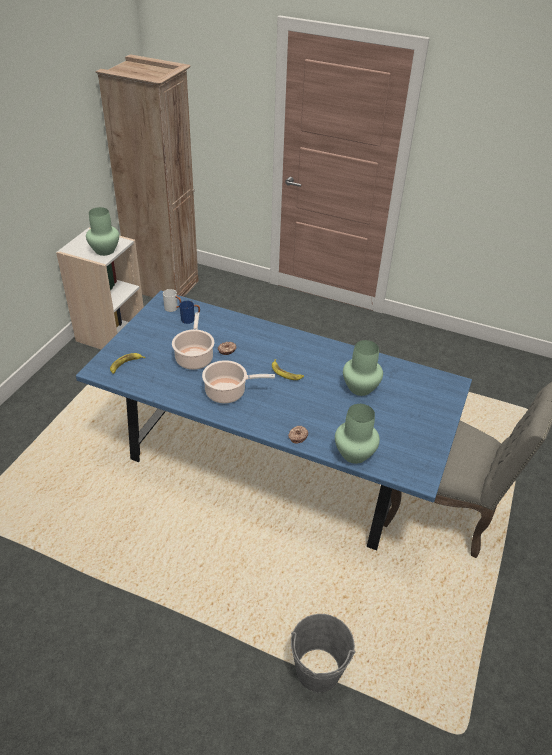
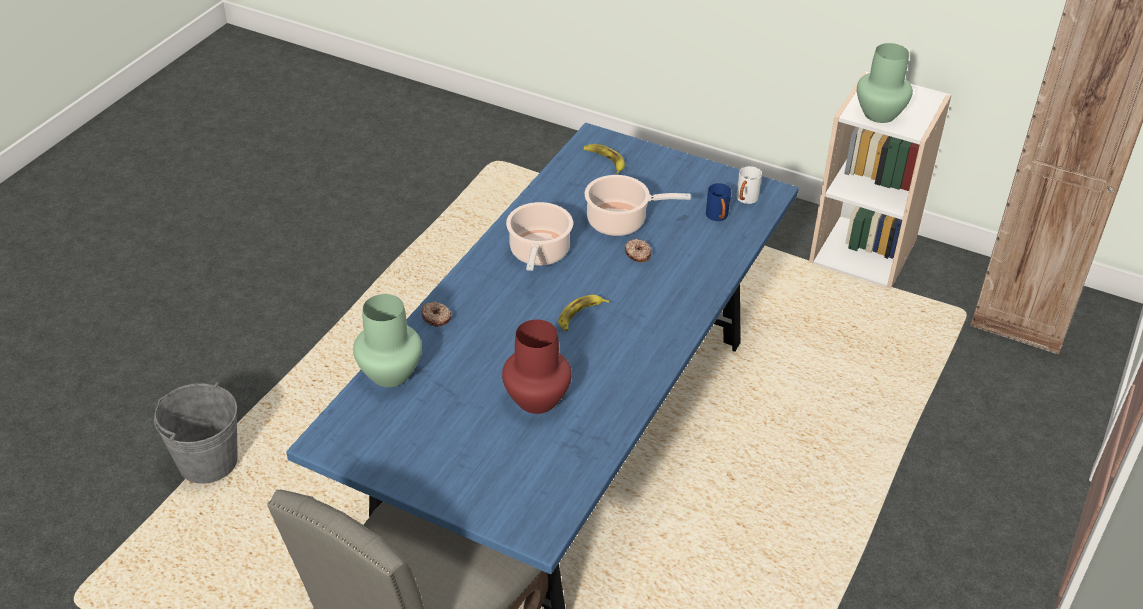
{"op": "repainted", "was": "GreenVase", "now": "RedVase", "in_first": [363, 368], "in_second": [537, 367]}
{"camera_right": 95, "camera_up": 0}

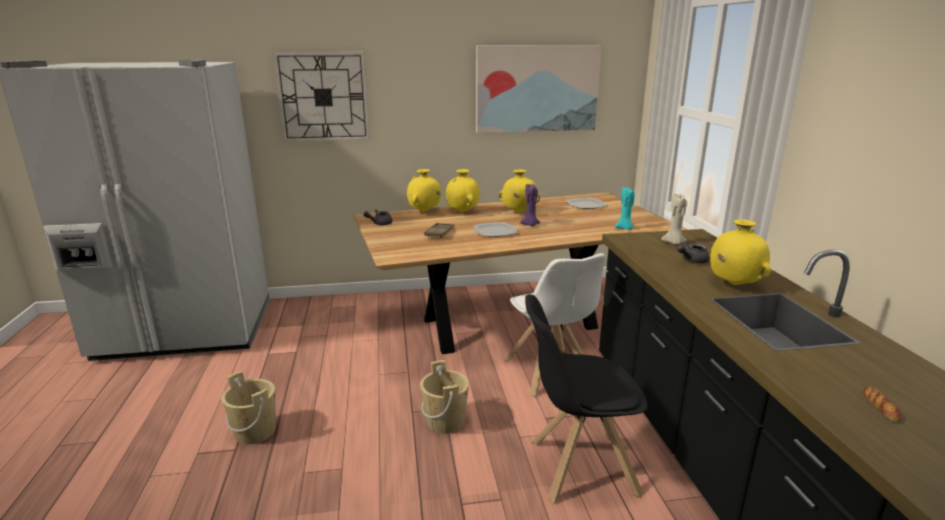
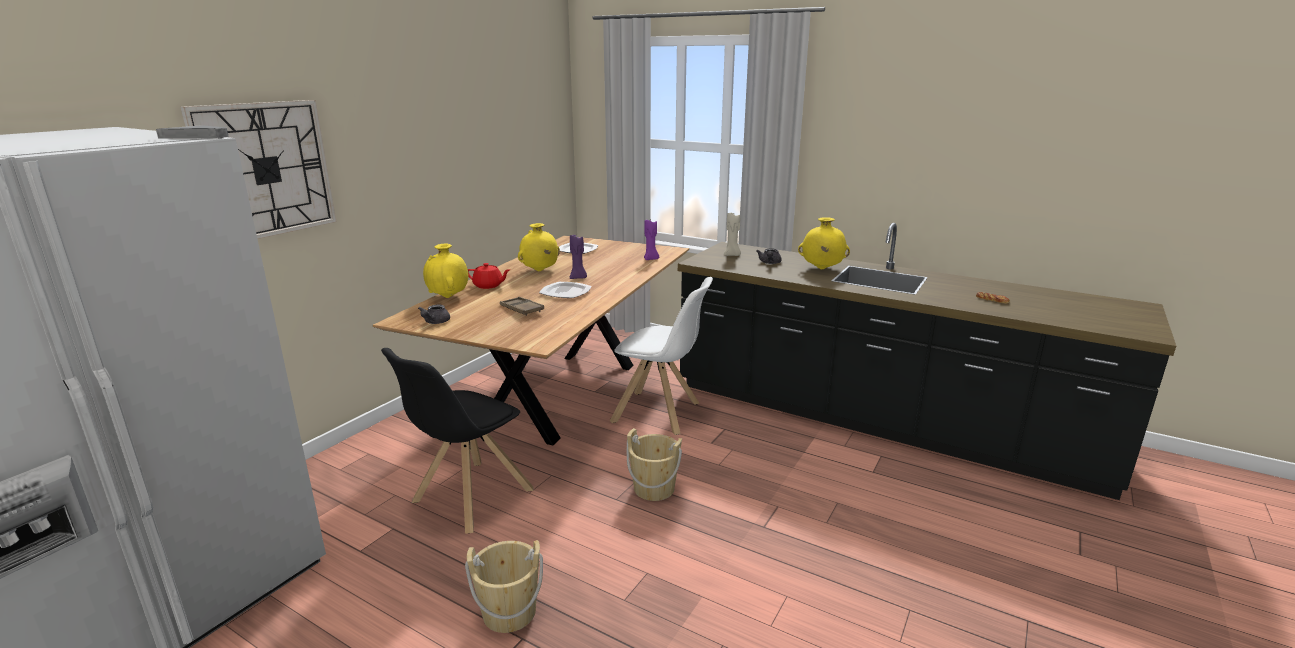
{"op": "shifted", "was": "BlackChair", "in_first": [586, 399], "in_second": [457, 441]}
{"op": "swapped", "was": "YellowVase", "now": "RedTeapot", "in_first": [463, 191], "in_second": [488, 276]}
{"op": "repainted", "was": "TurquoiseCandle", "now": "PurpleCandle", "in_first": [625, 208], "in_second": [651, 240]}
{"op": "gone", "was": "Picture", "in_first": [539, 89]}
{"camera_right": -50, "camera_up": 0}

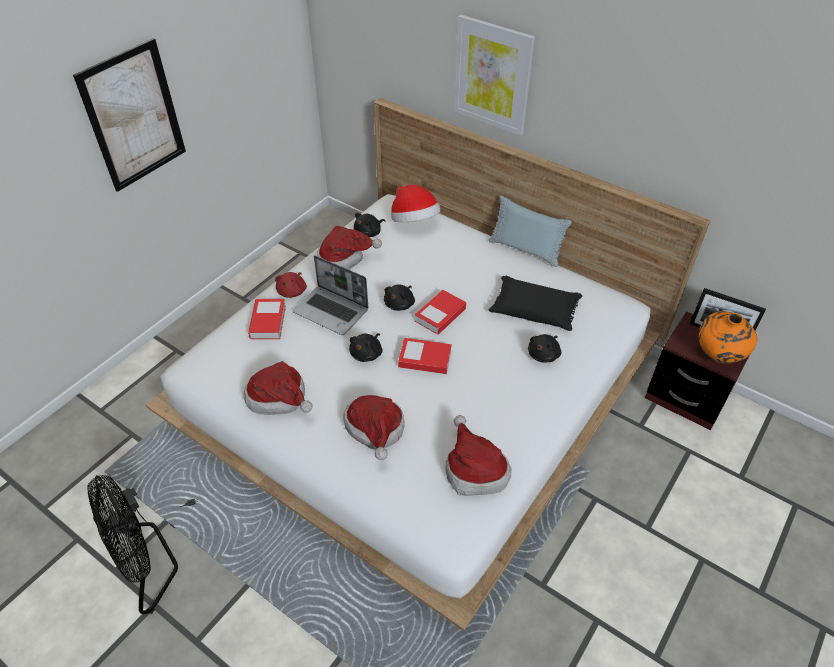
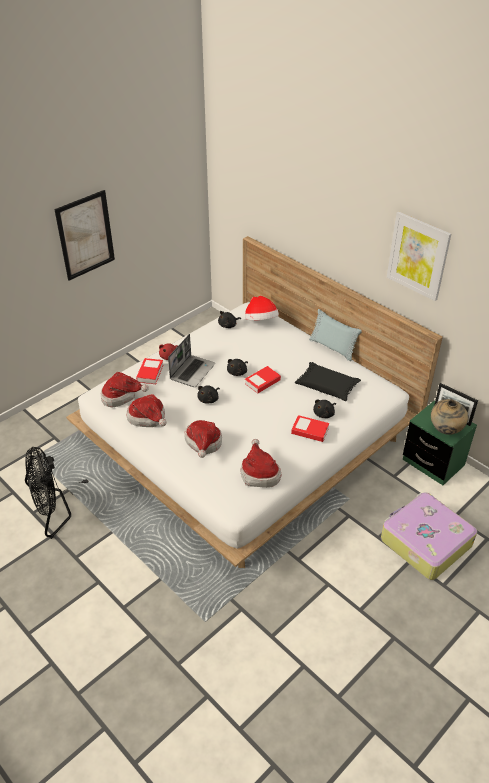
{"op": "shifted", "was": "Hat", "in_first": [349, 248], "in_second": [125, 389]}
{"op": "rotated", "was": "Laptop", "in_first": [330, 295], "in_second": [191, 360], "clockwise": -105}
{"op": "shifted", "was": "Book", "in_first": [425, 356], "in_second": [310, 428]}
{"op": "new", "now": "Suitcase", "in_second": [429, 536]}
{"op": "shifted", "was": "Picture", "in_first": [494, 75], "in_second": [419, 256]}
{"op": "repainted", "was": "BrownNightstand", "now": "GreenNightstand", "in_first": [697, 371], "in_second": [440, 442]}
{"op": "repainted", "was": "OrangeVase", "now": "BeigeVase", "in_first": [728, 337], "in_second": [450, 417]}
{"camera_right": 10, "camera_up": -5}

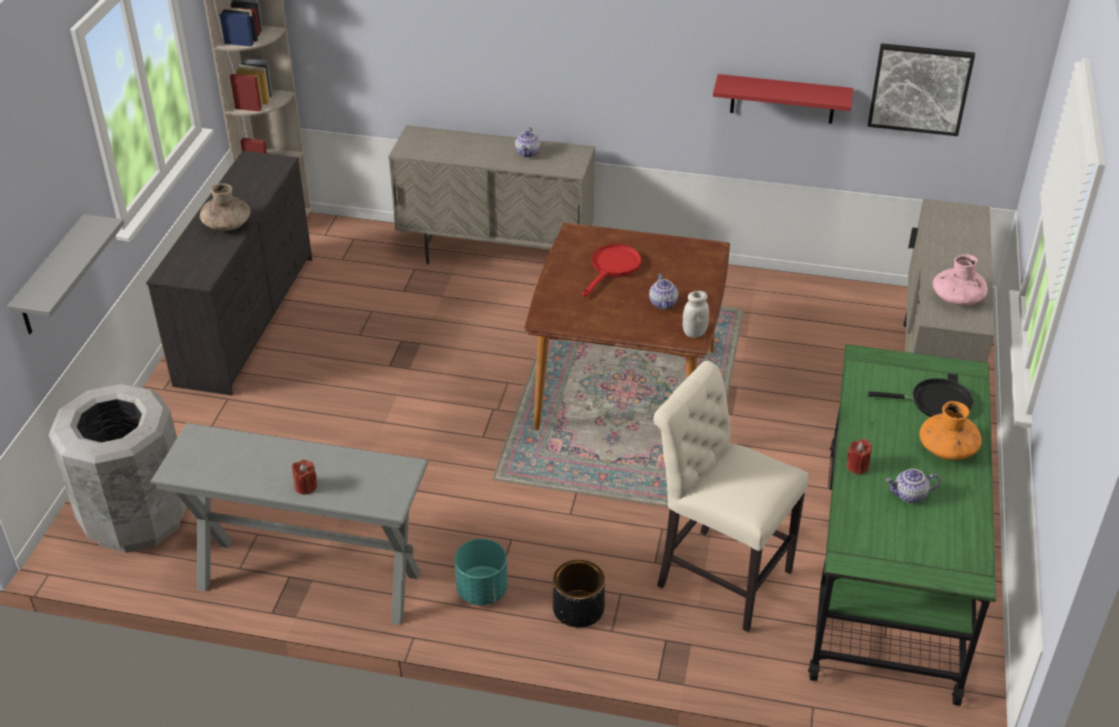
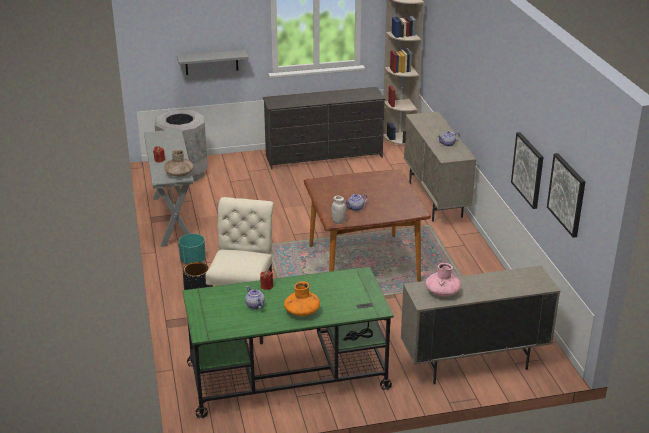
{"op": "shifted", "was": "BrownVase", "in_first": [225, 207], "in_second": [179, 163]}
{"op": "swapped", "was": "RedShelf", "now": "Picture", "in_first": [783, 99], "in_second": [527, 170]}
{"op": "gone", "was": "RedFryingPan", "in_first": [611, 270]}
{"op": "gone", "was": "BlackFryingPan", "in_first": [920, 397]}
{"camera_right": 65, "camera_up": -10}

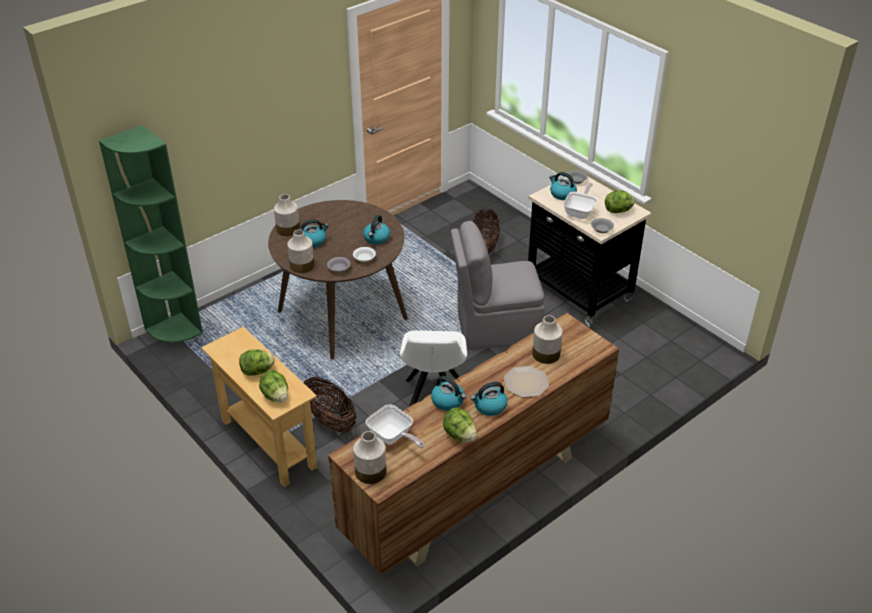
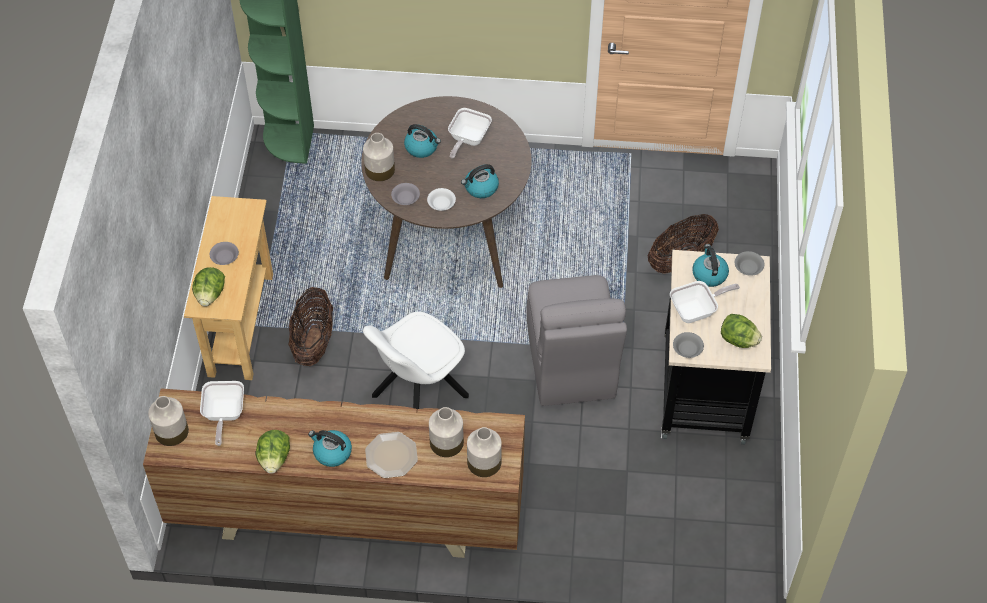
{"op": "swapped", "was": "Lettuce", "now": "GreyBowl", "in_first": [257, 362], "in_second": [224, 253]}
{"op": "new", "now": "FryingPan", "in_second": [470, 133]}
{"op": "shifted", "was": "BeigeVase", "in_first": [287, 215], "in_second": [484, 452]}
{"op": "rotated", "was": "GreyChair", "in_first": [497, 285], "in_second": [577, 340], "clockwise": -135}
{"op": "gone", "was": "Kettle", "in_first": [448, 393]}
{"camera_right": 45, "camera_up": 15}

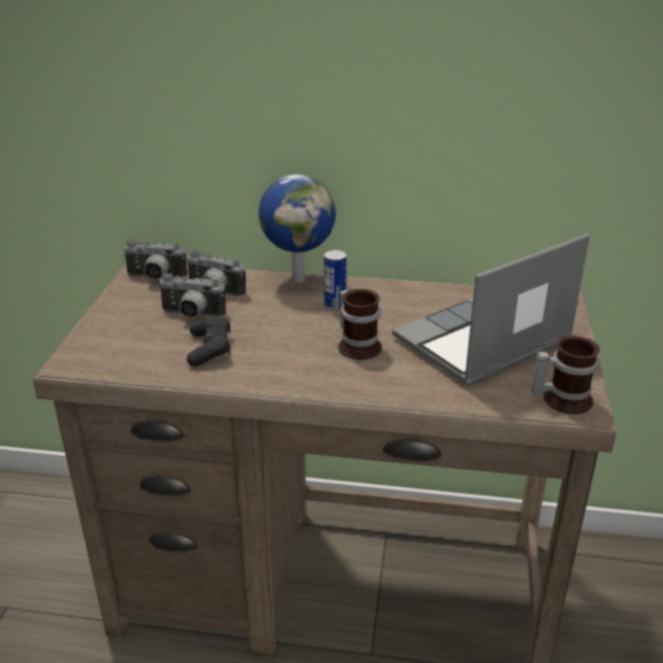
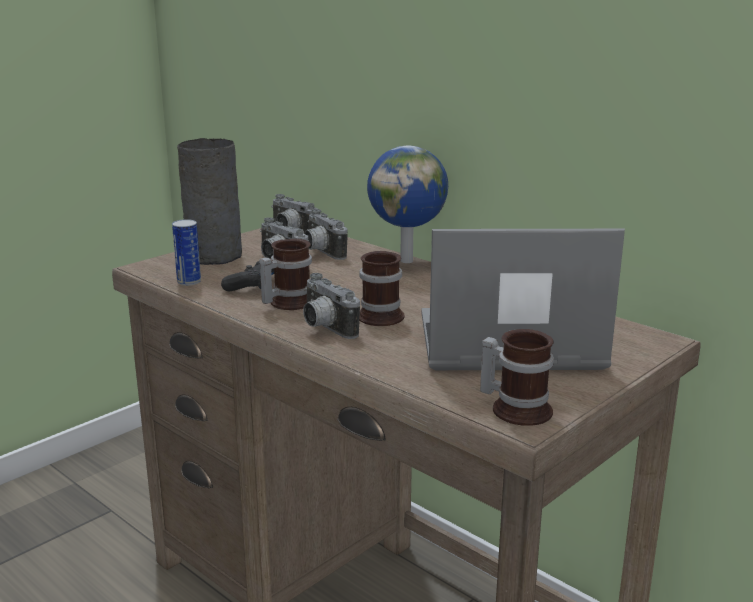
{"op": "shifted", "was": "Can", "in_first": [335, 280], "in_second": [186, 252]}
{"op": "new", "now": "GreyVase", "in_second": [209, 201]}
{"op": "new", "now": "Mug", "in_second": [285, 274]}
{"op": "new", "now": "PhotoCamera", "in_second": [331, 306]}
{"camera_right": 35, "camera_up": -10}

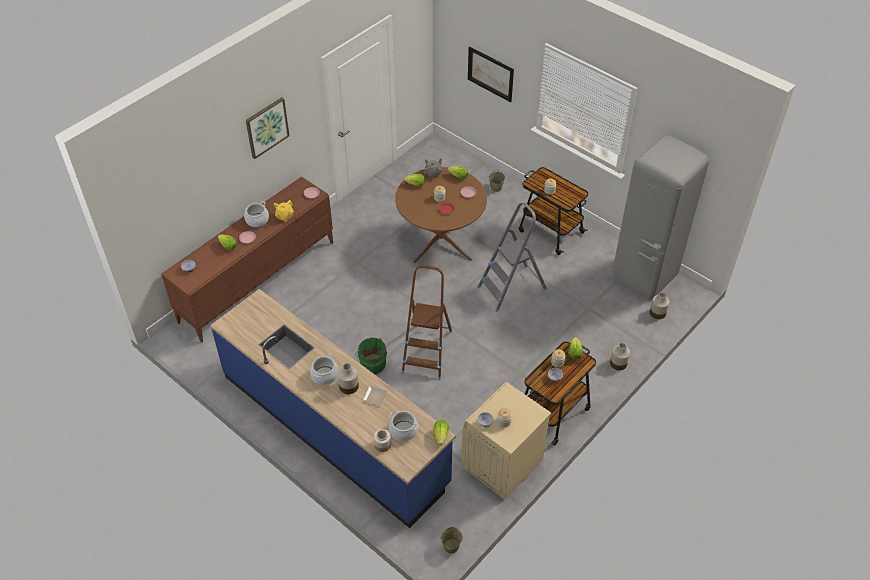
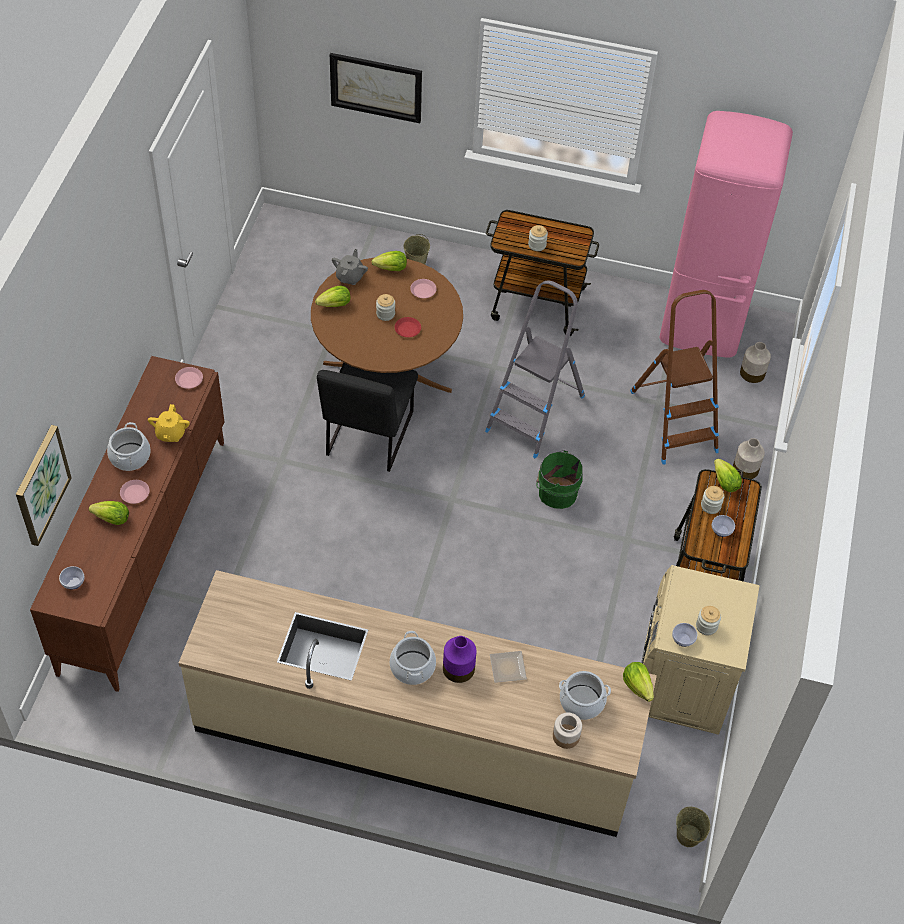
{"op": "shifted", "was": "Picture", "in_first": [268, 128], "in_second": [44, 485]}
{"op": "repainted", "was": "BlueCounter", "now": "BeigeCounter", "in_first": [333, 408], "in_second": [418, 703]}
{"op": "new", "now": "BlackChair", "in_second": [367, 417]}
{"op": "repainted", "was": "BeigeVase", "now": "PurpleVase", "in_first": [348, 378], "in_second": [460, 659]}
{"op": "shifted", "was": "GreenBucket", "in_first": [371, 355], "in_second": [559, 479]}
{"op": "shifted", "was": "BrownStepLadder", "in_first": [427, 322], "in_second": [674, 377]}
{"op": "repainted", "was": "GreyFridge", "now": "PinkFridge", "in_first": [660, 217], "in_second": [726, 234]}
{"camera_right": -30, "camera_up": 5}

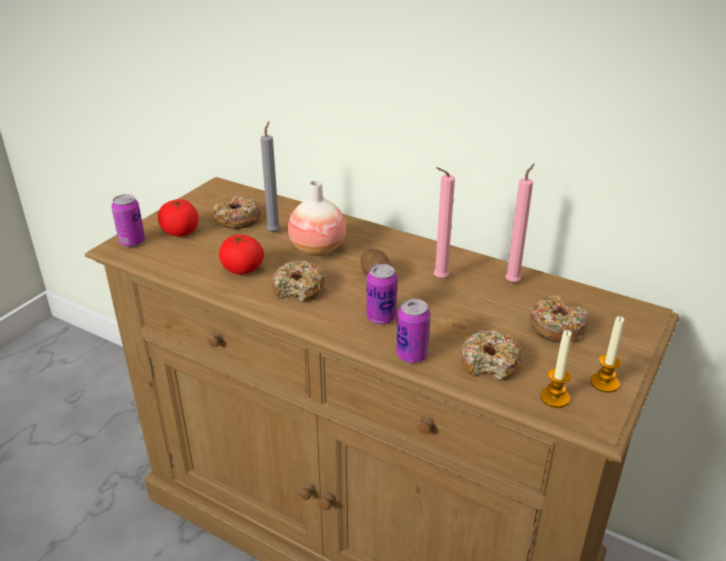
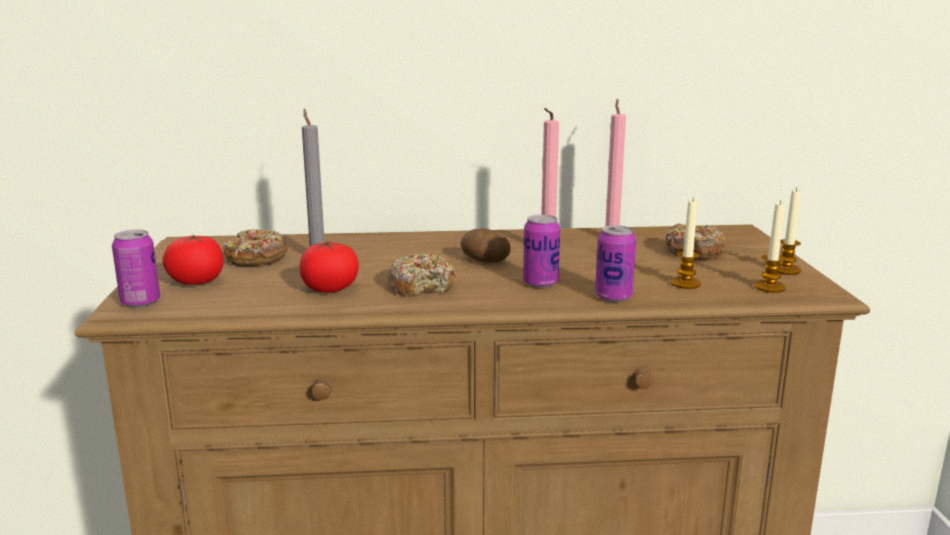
{"op": "swapped", "was": "Donut", "now": "Candle", "in_first": [490, 355], "in_second": [685, 243]}
{"op": "gone", "was": "Vase", "in_first": [317, 218]}
{"camera_right": -35, "camera_up": -15}

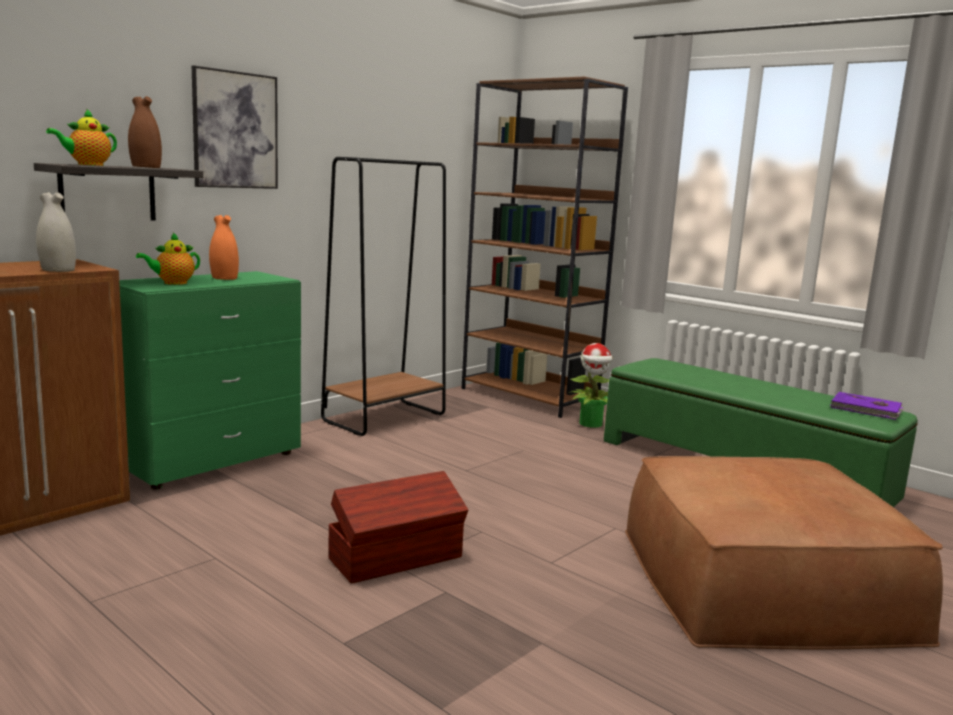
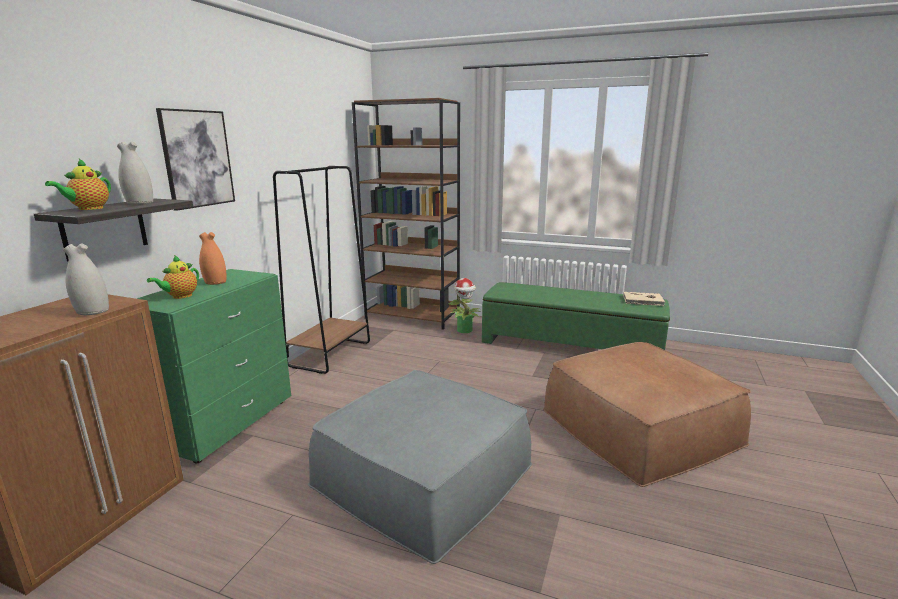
{"op": "repainted", "was": "BrownVase", "now": "WhiteVase", "in_first": [145, 132], "in_second": [135, 172]}
{"op": "swapped", "was": "BrownStorageBox", "now": "GreyOttoman", "in_first": [398, 527], "in_second": [420, 467]}
{"op": "repainted", "was": "PurpleBook", "now": "BeigeBook", "in_first": [867, 406], "in_second": [644, 299]}
{"camera_right": -20, "camera_up": 5}

